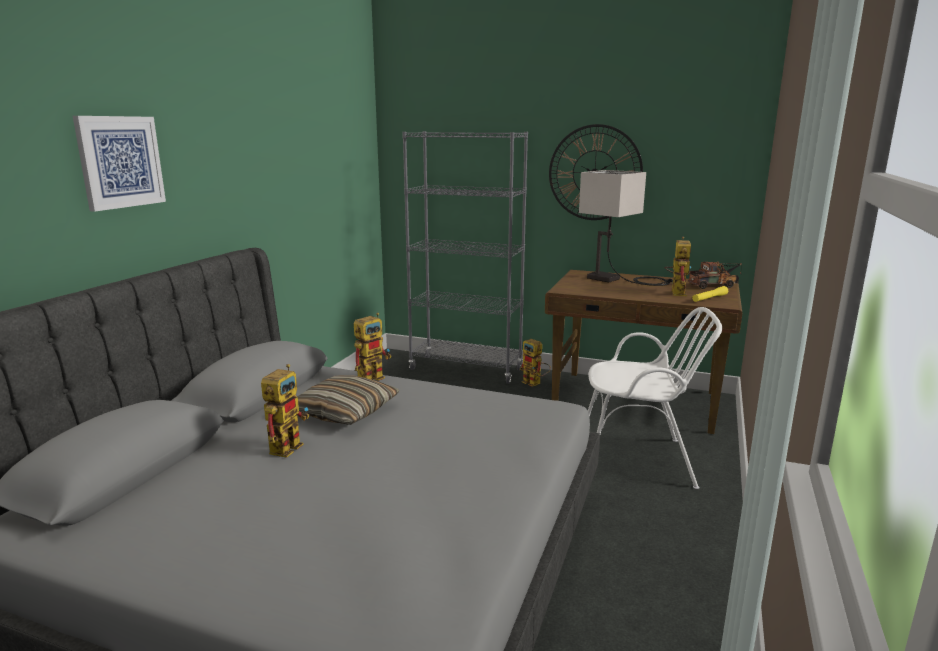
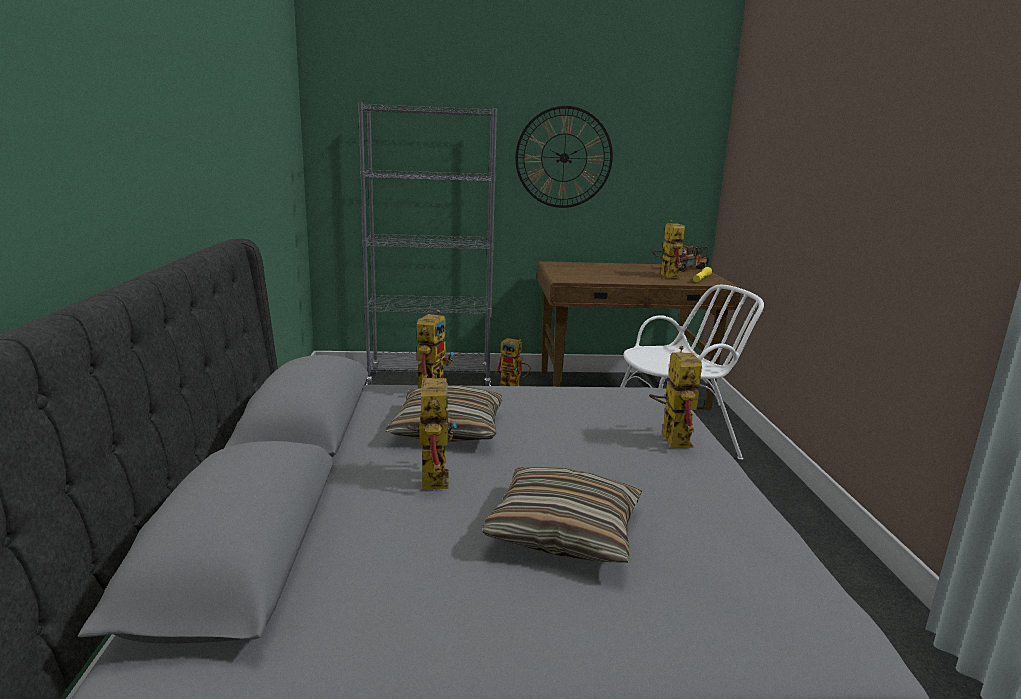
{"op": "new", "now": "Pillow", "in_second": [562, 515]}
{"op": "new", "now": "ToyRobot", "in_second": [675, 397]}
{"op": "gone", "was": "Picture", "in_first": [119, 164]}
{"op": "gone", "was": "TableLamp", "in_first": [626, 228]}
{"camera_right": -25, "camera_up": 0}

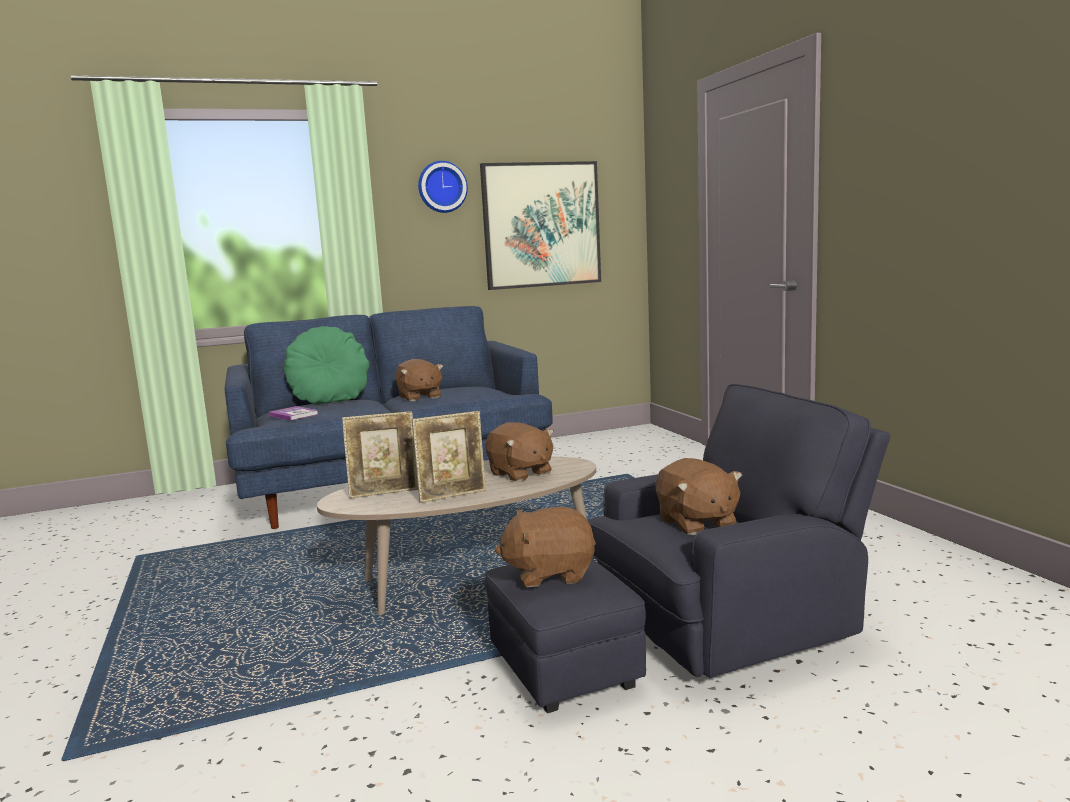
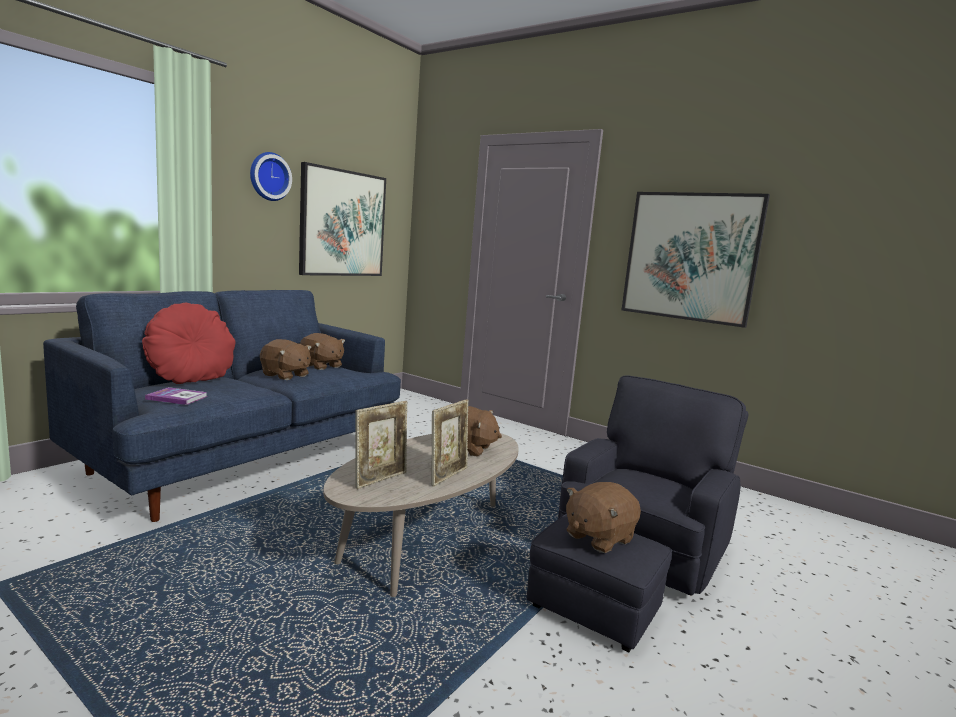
{"op": "repainted", "was": "GreenPillow", "now": "RedPillow", "in_first": [327, 365], "in_second": [188, 343]}
{"op": "shifted", "was": "BrownPlushToy", "in_first": [699, 496], "in_second": [322, 351]}
{"op": "new", "now": "Picture", "in_second": [696, 260]}
{"camera_right": -35, "camera_up": 0}

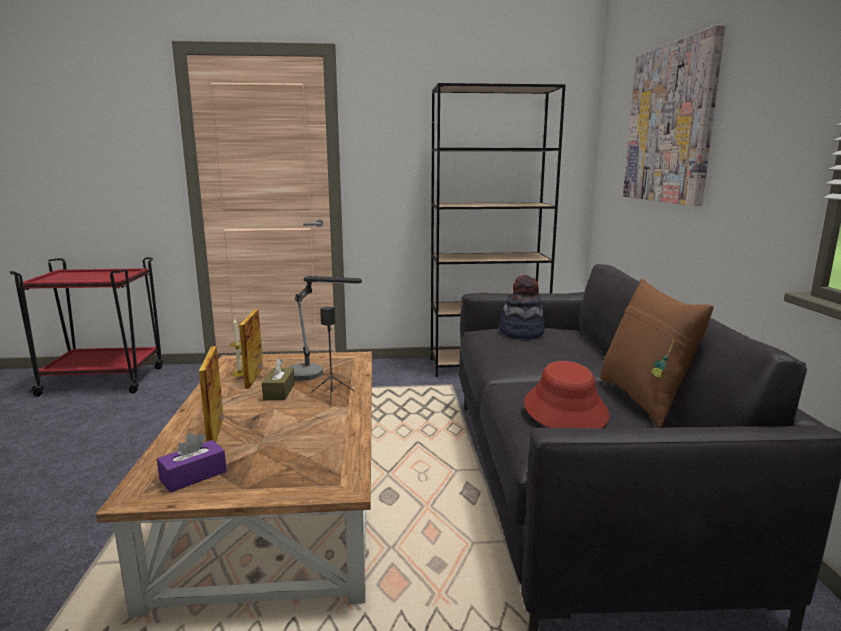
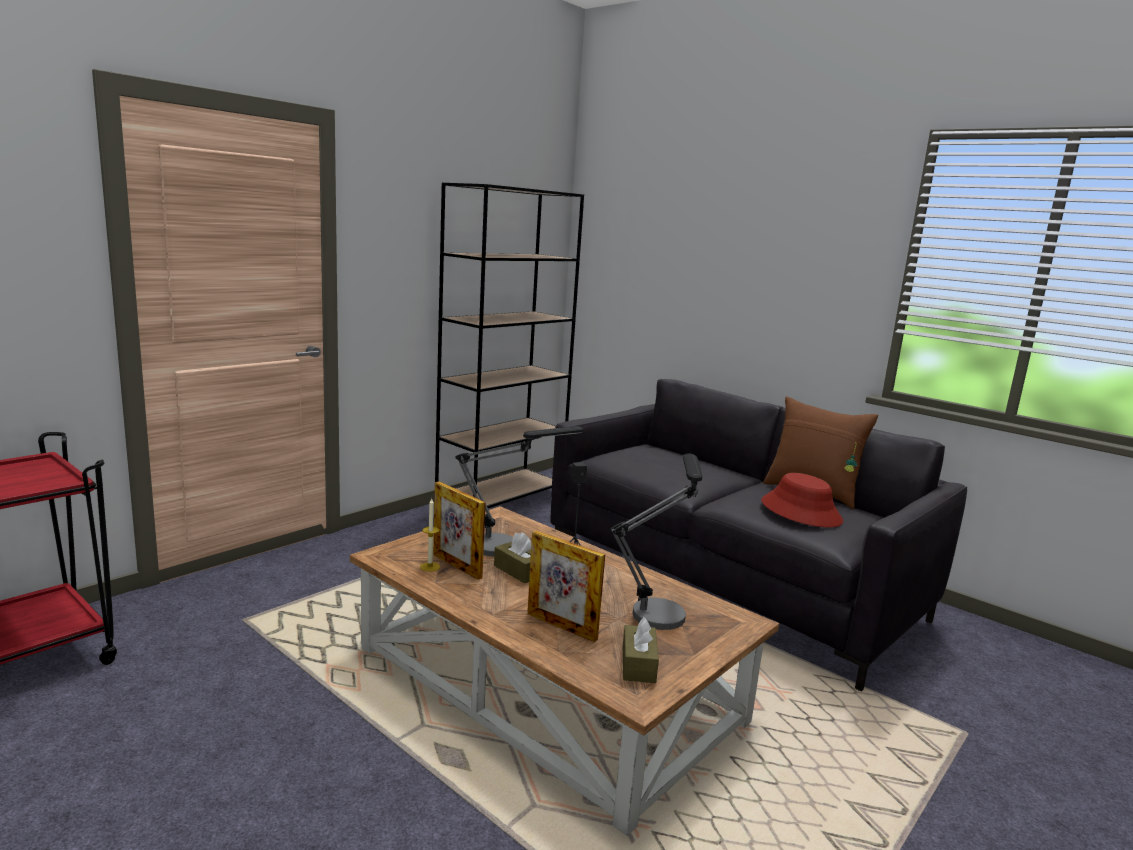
{"op": "new", "now": "TableLamp", "in_second": [656, 541]}
{"op": "repainted", "was": "PurpleTissueBox", "now": "BrownTissueBox", "in_first": [192, 463], "in_second": [641, 650]}
{"op": "gone", "was": "Hat", "in_first": [522, 307]}
{"op": "gone", "was": "Picture", "in_first": [674, 115]}
{"camera_right": -45, "camera_up": 0}

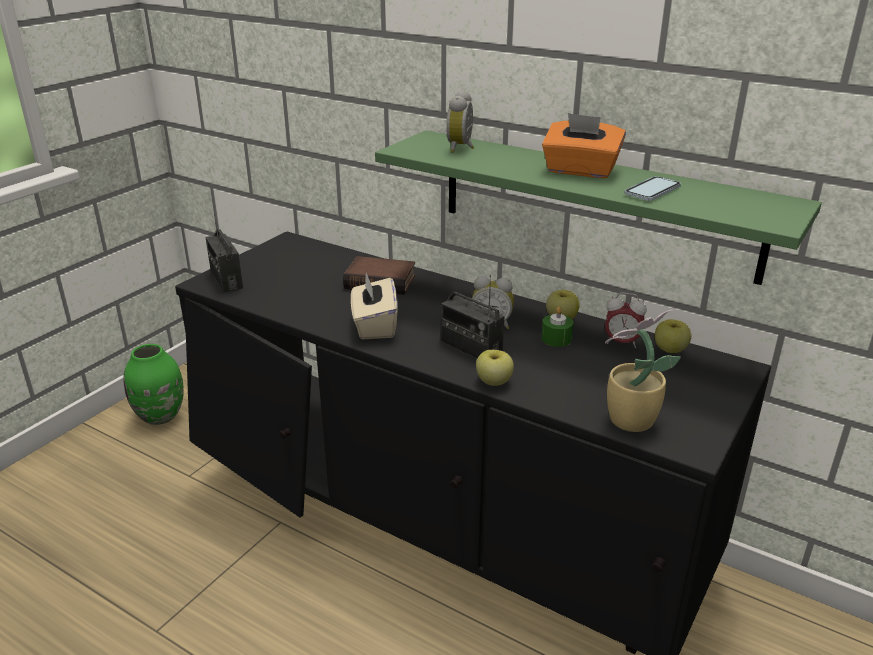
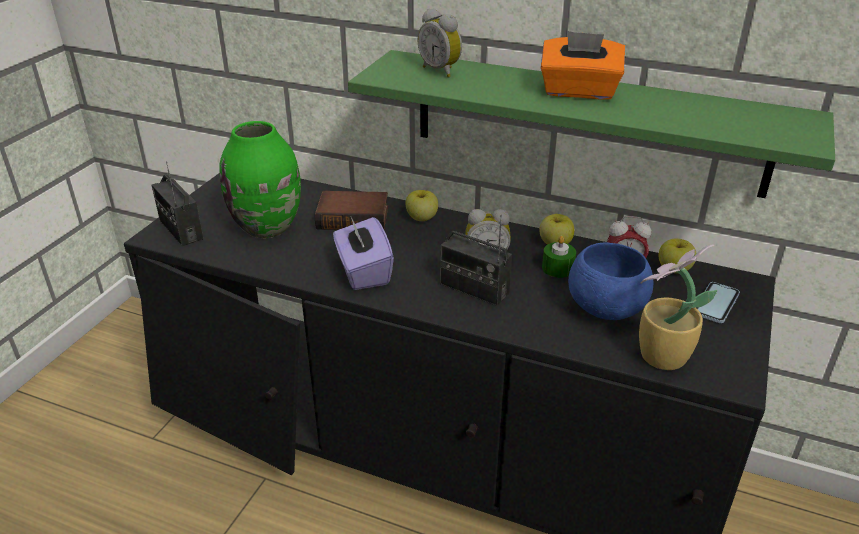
{"op": "shifted", "was": "GreenVase", "in_first": [153, 384], "in_second": [260, 179]}
{"op": "repainted", "was": "BeigeTissueBox", "now": "PurpleTissueBox", "in_first": [374, 306], "in_second": [363, 253]}
{"op": "shifted", "was": "Apple", "in_first": [495, 368], "in_second": [421, 205]}
{"op": "rotated", "was": "AlarmClock", "in_first": [460, 121], "in_second": [439, 43], "clockwise": -45}
{"op": "new", "now": "BlueBowl", "in_second": [610, 281]}
{"op": "shifted", "was": "Phone", "in_first": [653, 188], "in_second": [717, 302]}
{"camera_right": -10, "camera_up": 5}

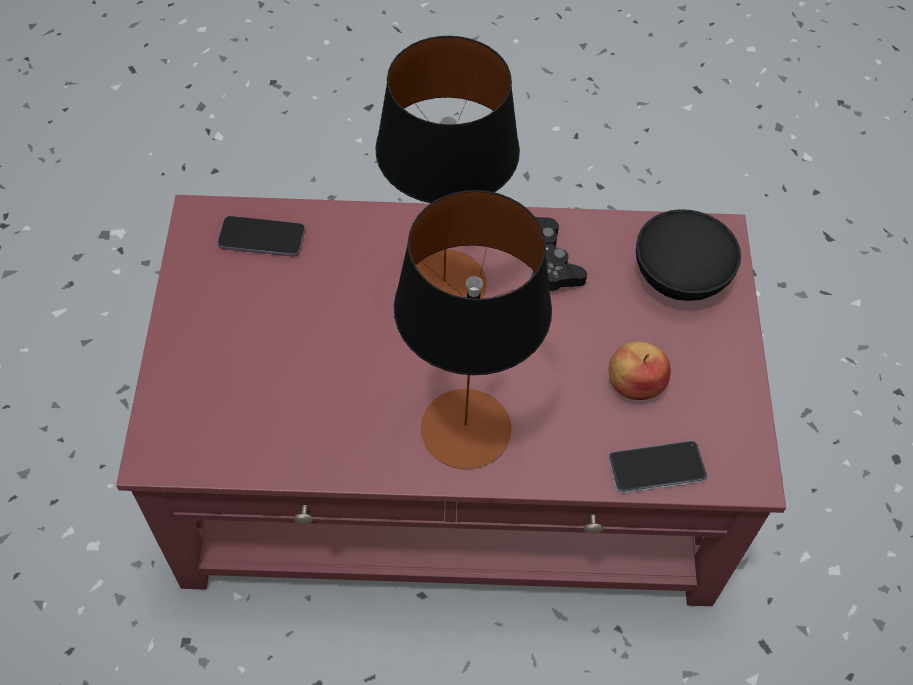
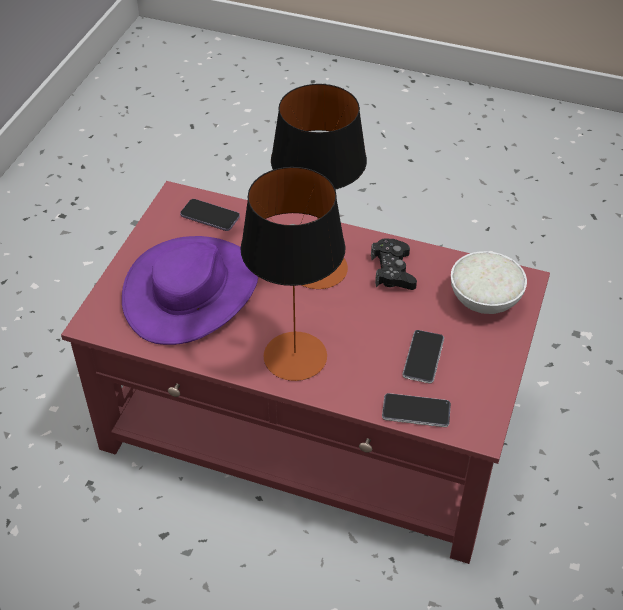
{"op": "new", "now": "PurpleHat", "in_second": [190, 290]}
{"op": "swapped", "was": "Apple", "now": "Phone", "in_first": [640, 370], "in_second": [423, 356]}
{"op": "repainted", "was": "BlackBowl", "now": "WhiteBowl", "in_first": [688, 255], "in_second": [489, 282]}
{"camera_right": 20, "camera_up": -10}

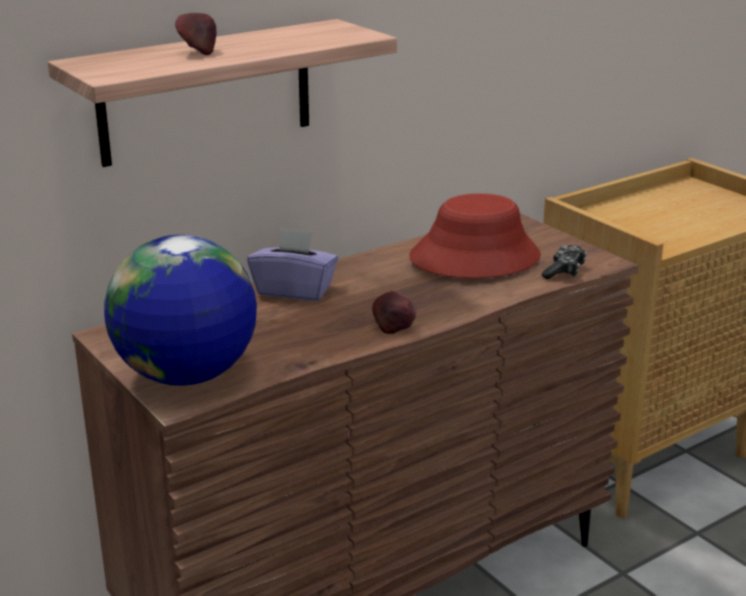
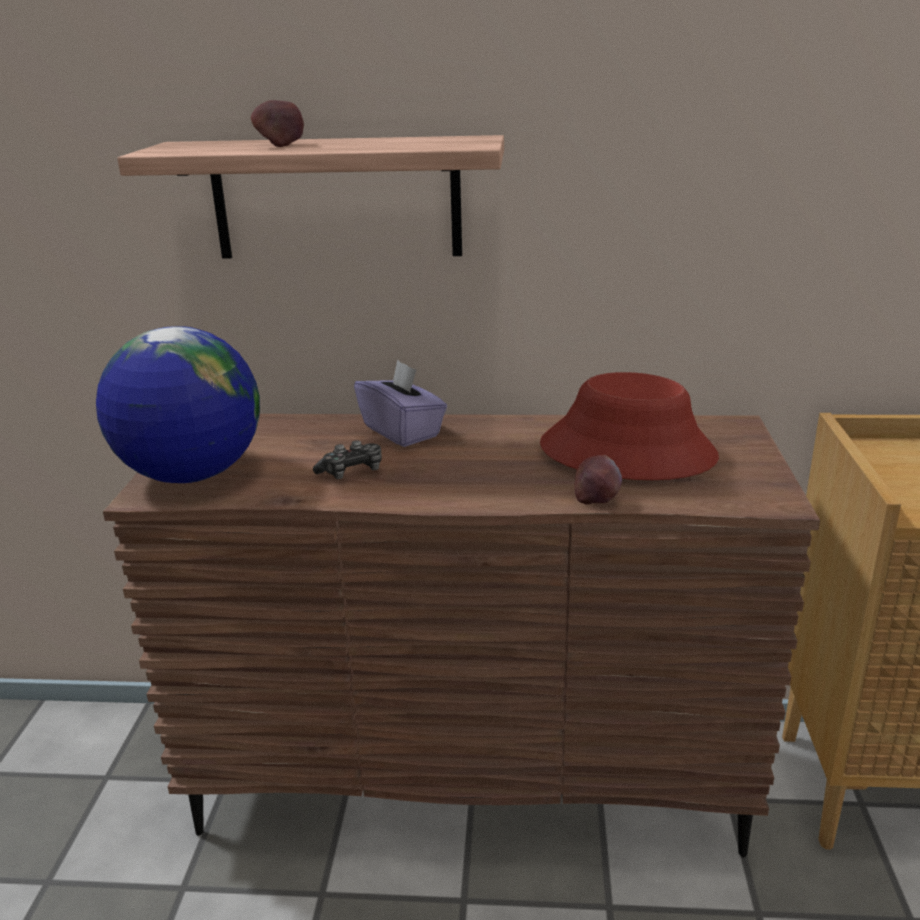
{"op": "shifted", "was": "GameController", "in_first": [564, 262], "in_second": [347, 459]}
{"op": "shifted", "was": "Apple", "in_first": [394, 312], "in_second": [598, 479]}
{"camera_right": 40, "camera_up": 0}

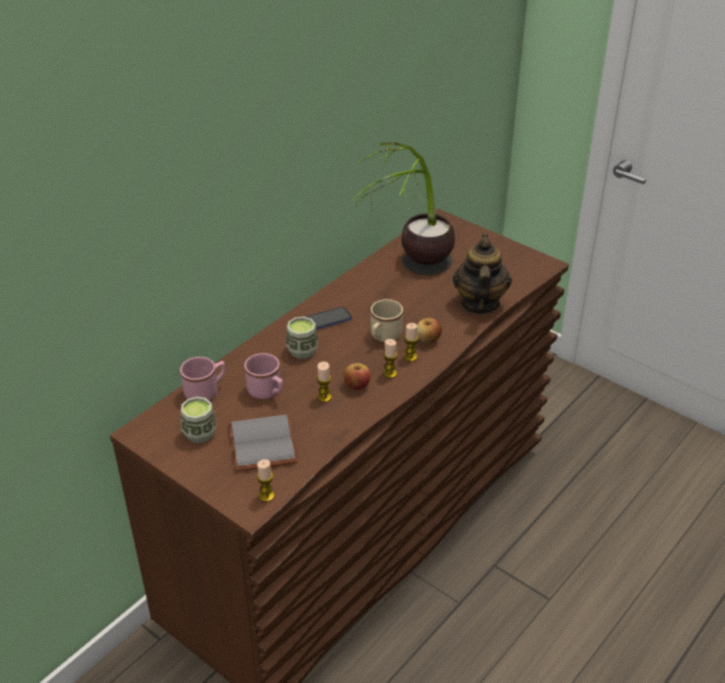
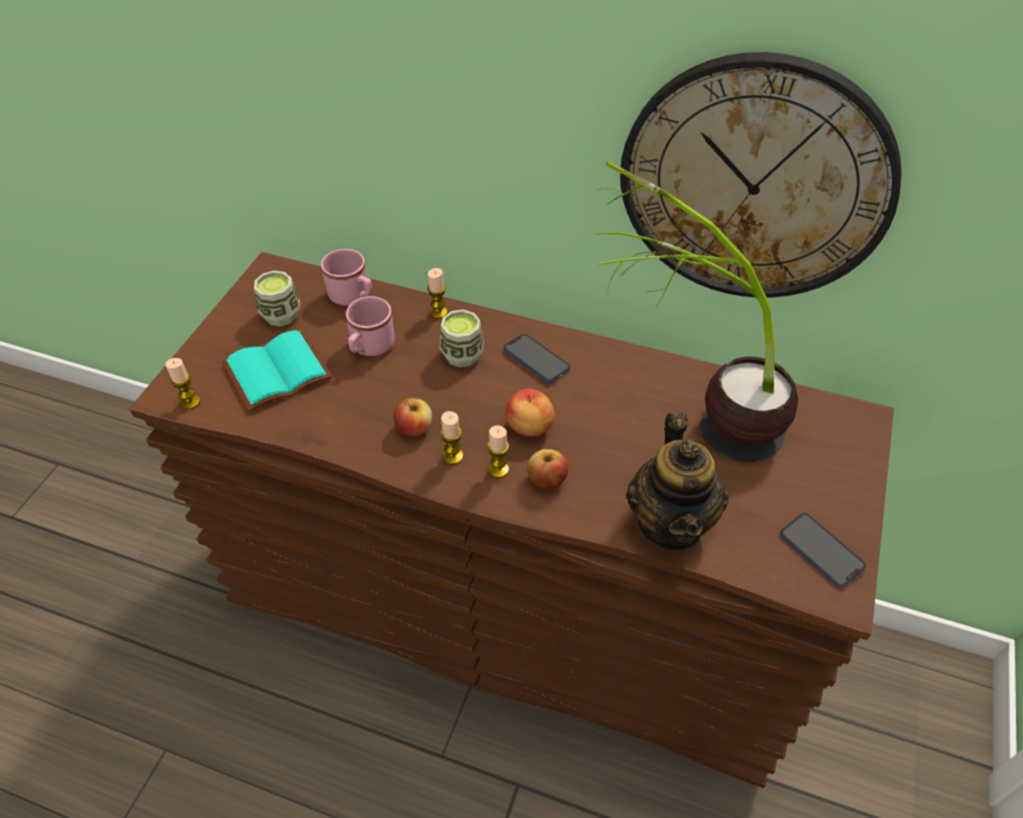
{"op": "repainted", "was": "GreyBook", "now": "TurquoiseBook", "in_first": [263, 442], "in_second": [277, 370]}
{"op": "shifted", "was": "Candle", "in_first": [324, 382], "in_second": [437, 293]}
{"op": "swapped", "was": "BeigeMug", "now": "Apple", "in_first": [386, 320], "in_second": [530, 413]}
{"op": "new", "now": "WallClock", "in_second": [761, 174]}
{"op": "rotated", "was": "Teapot", "in_first": [482, 274], "in_second": [677, 481], "clockwise": 105}
{"op": "new", "now": "Phone", "in_second": [823, 550]}
{"camera_right": 70, "camera_up": 10}

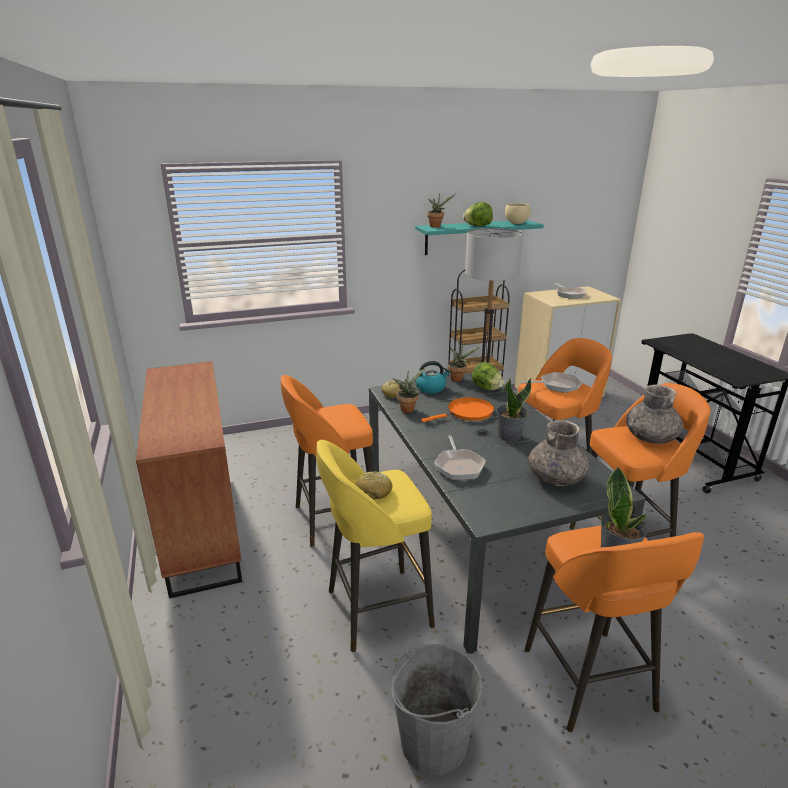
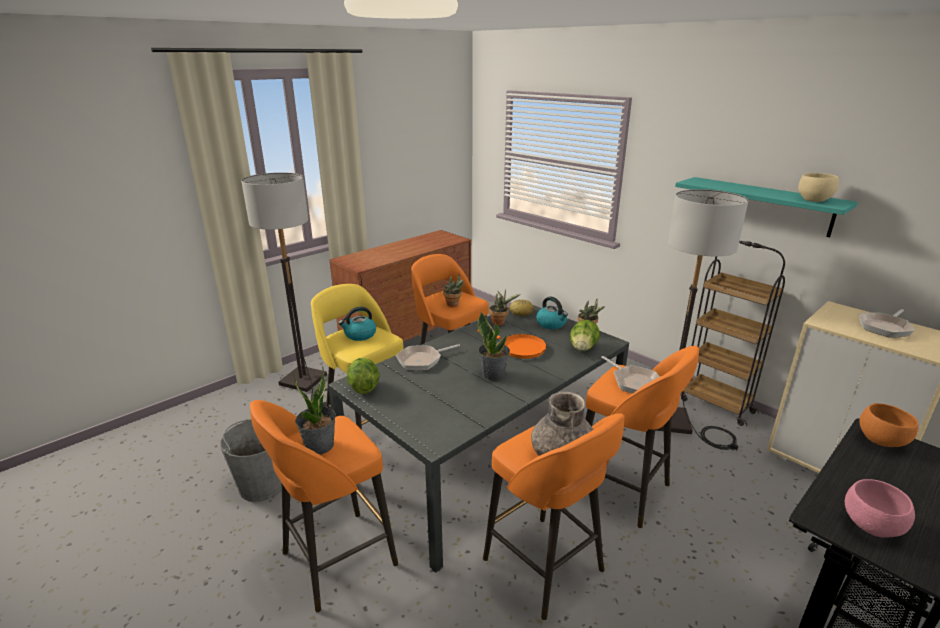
{"op": "new", "now": "FloorLamp", "in_second": [284, 290]}
{"op": "swapped", "was": "Bread", "now": "Kettle", "in_first": [374, 485], "in_second": [357, 324]}
{"op": "shifted", "was": "Lettuce", "in_first": [478, 214], "in_second": [363, 376]}
{"op": "shifted", "was": "PottedPlant", "in_first": [441, 211], "in_second": [453, 290]}
{"op": "new", "now": "PinkBowl", "in_second": [880, 508]}
{"op": "new", "now": "OrangeBowl", "in_second": [889, 425]}
{"op": "gone", "was": "GreyVase", "in_first": [559, 453]}
{"camera_right": 65, "camera_up": 0}

